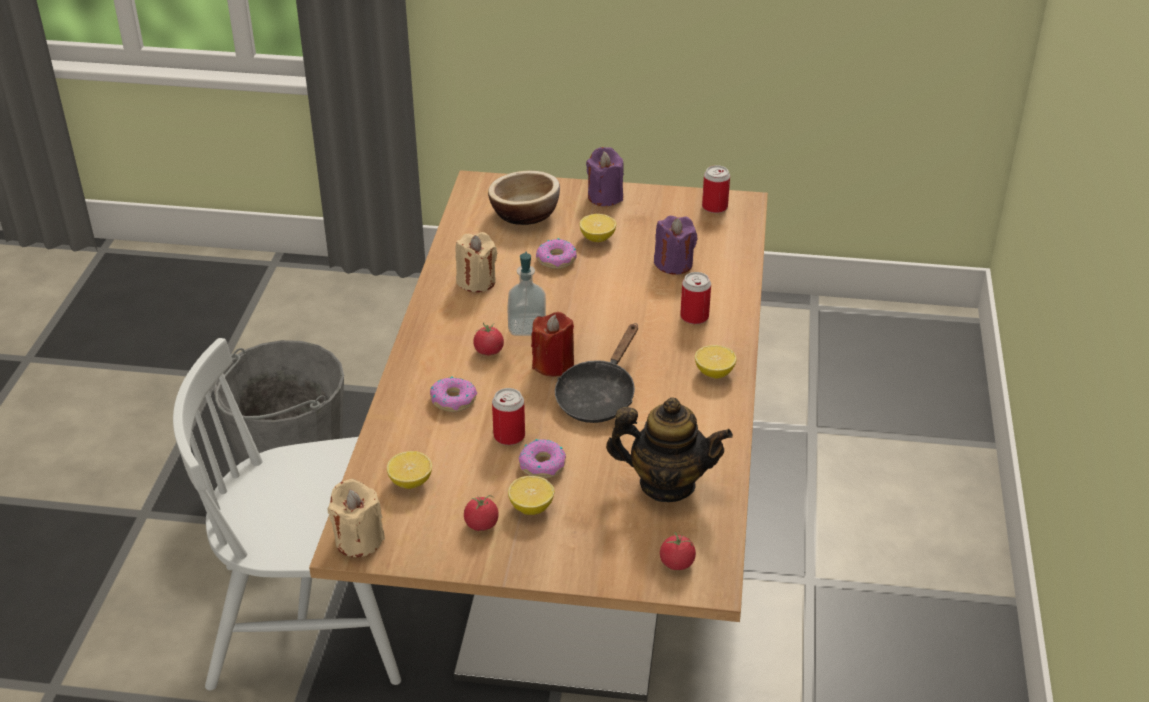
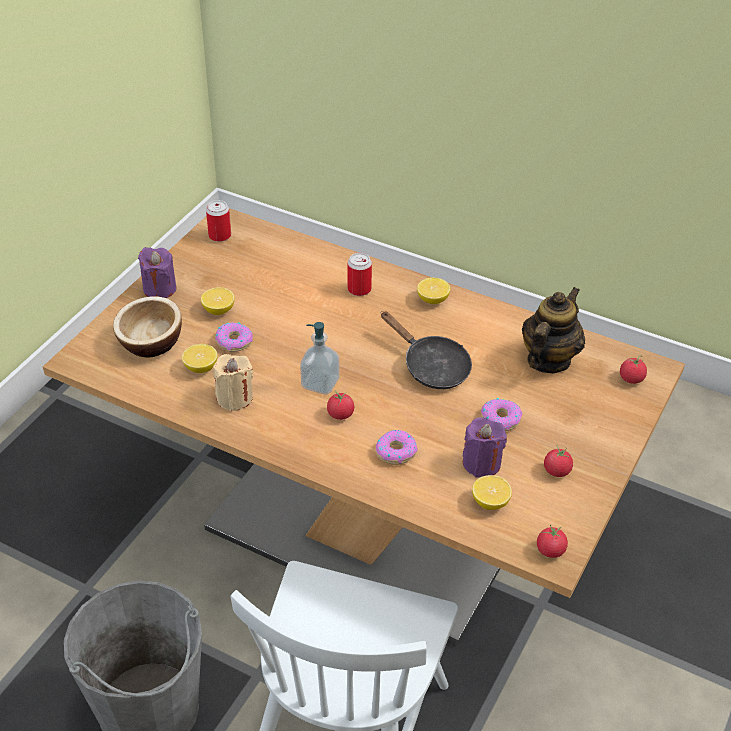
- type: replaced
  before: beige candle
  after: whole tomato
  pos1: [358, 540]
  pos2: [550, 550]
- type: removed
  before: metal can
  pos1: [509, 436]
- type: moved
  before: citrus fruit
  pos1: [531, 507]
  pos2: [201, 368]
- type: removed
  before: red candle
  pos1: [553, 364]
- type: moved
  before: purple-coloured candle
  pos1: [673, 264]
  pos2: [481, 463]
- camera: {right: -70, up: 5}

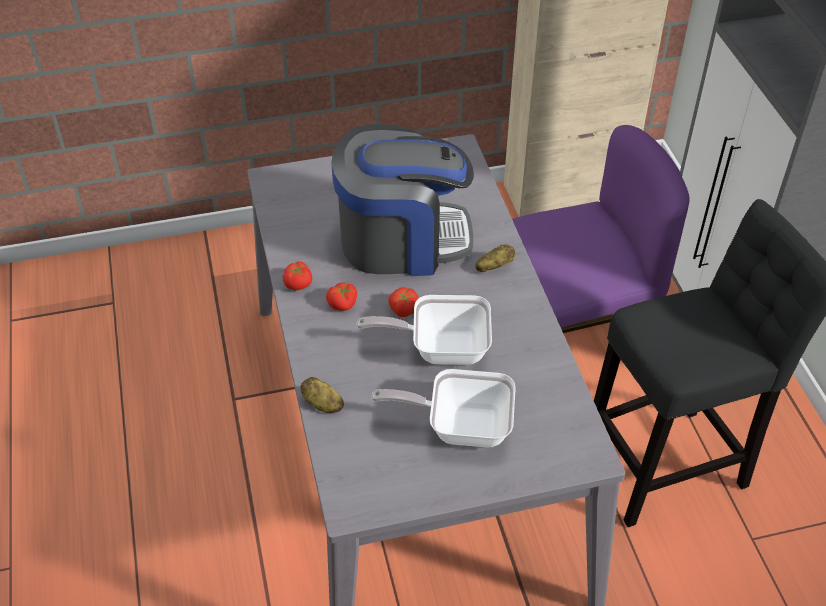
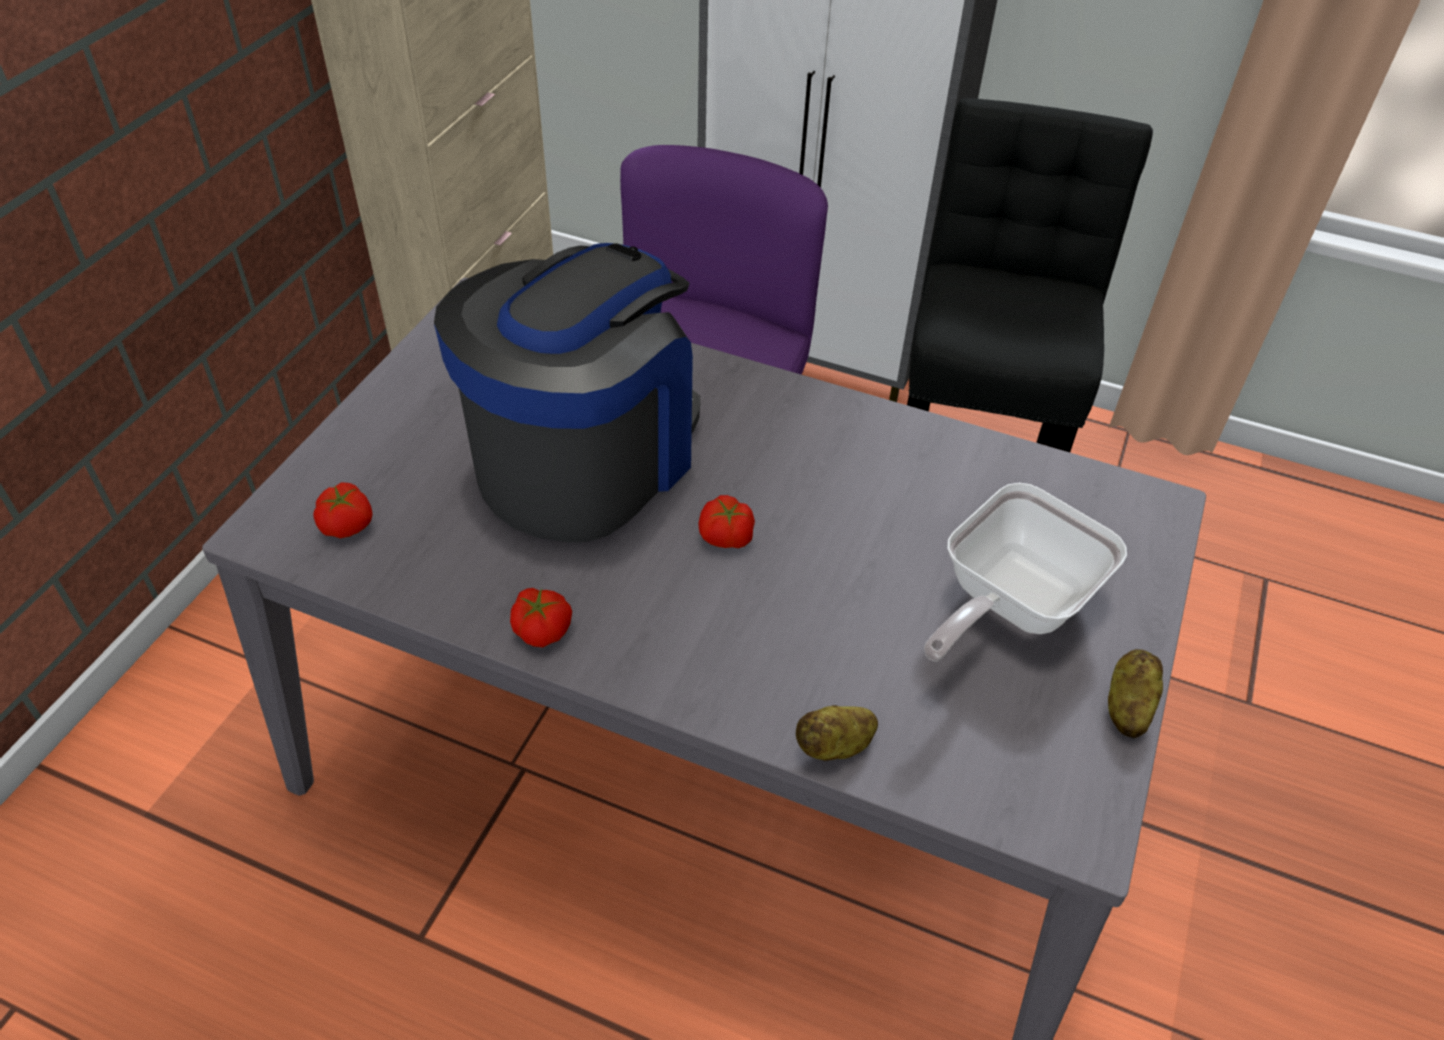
- type: moved
  before: whole tomato
  pos1: [343, 304]
  pos2: [348, 524]
- type: removed
  before: frying pan
  pos1: [441, 348]
- type: moved
  before: potato
  pos1: [494, 266]
  pos2: [1127, 706]
- camera: {right: -55, up: 0}

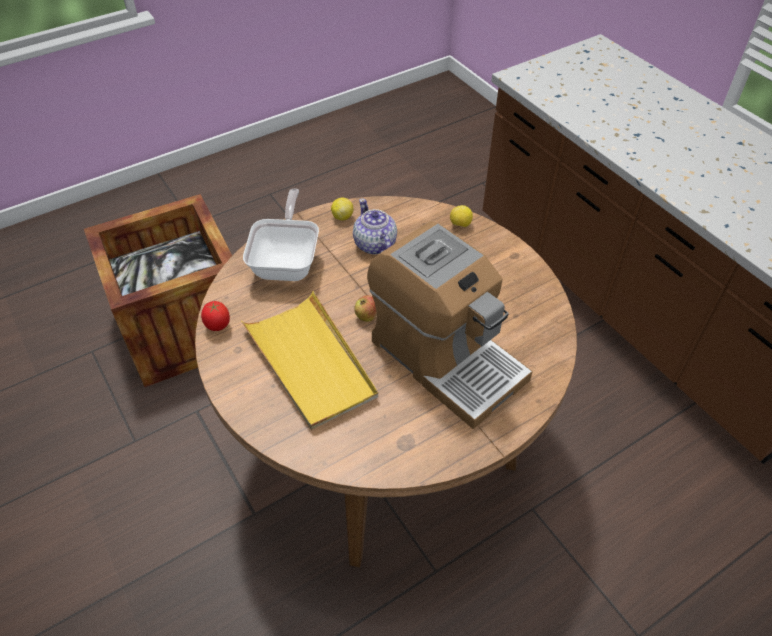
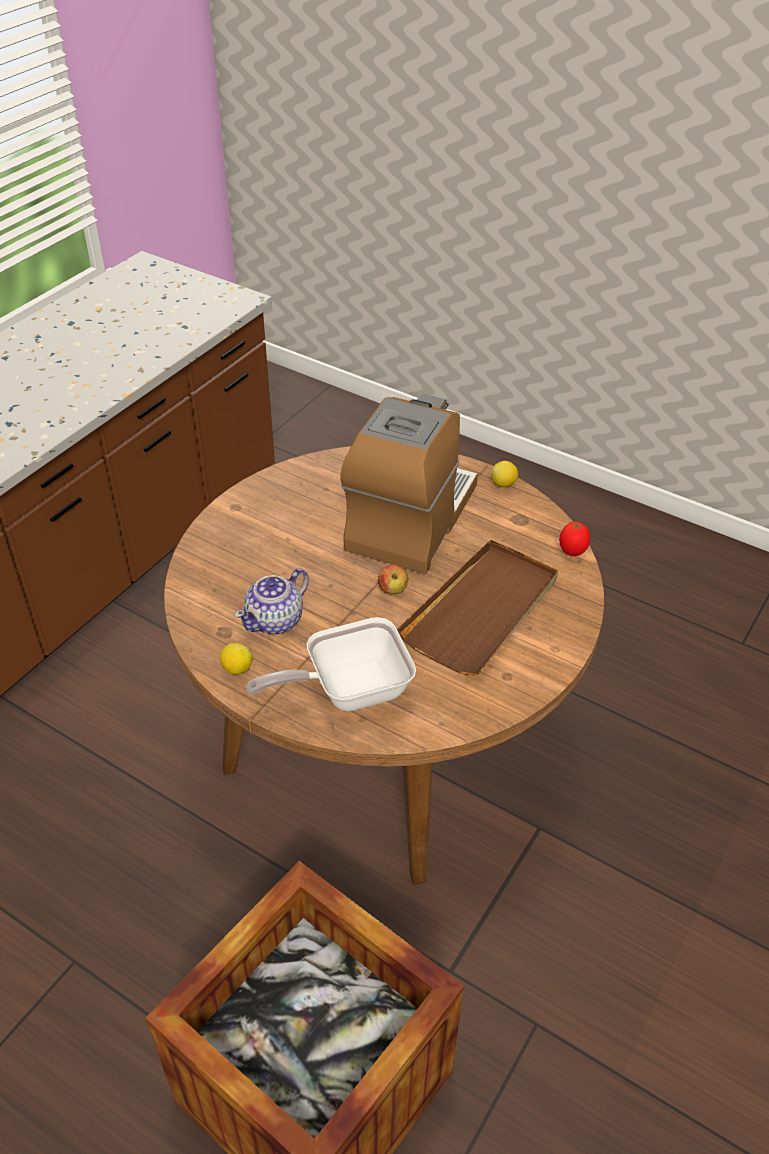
- type: moved
  before: whole tomato
  pos1: [218, 326]
  pos2: [572, 552]
- type: recoloured
  before: yellow tray
  after: brown-coloured tray
  pos1: [310, 362]
  pos2: [482, 610]
- type: moved
  before: citrus fruit
  pos1: [460, 225]
  pos2: [503, 484]
- camera: {right: -115, up: -5}

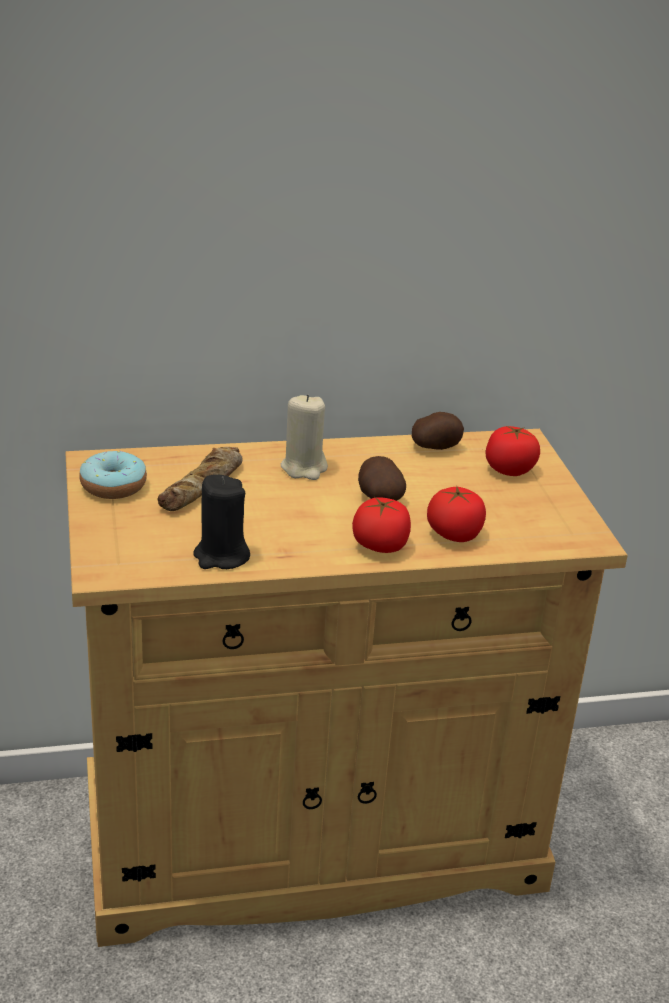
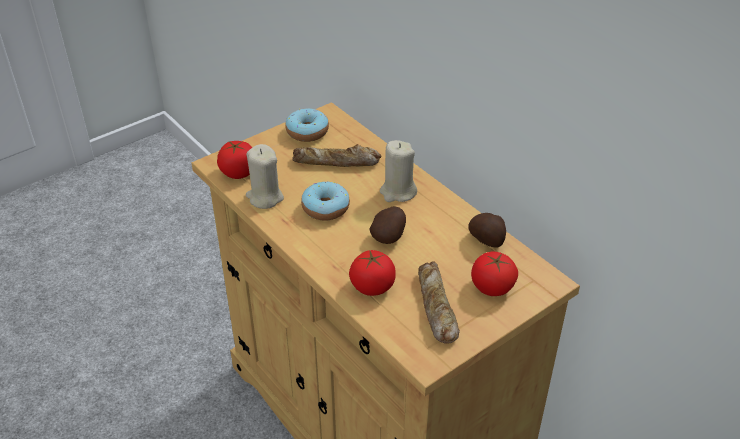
- type: recoloured
  before: black candle
  after: beige candle
  pos1: [221, 556]
  pos2: [265, 197]
- type: moved
  before: whole tomato
  pos1: [380, 546]
  pos2: [239, 172]
- type: added
  after: ring doughnut
  pos2: [325, 208]
- type: added
  after: baked bread
  pos2: [435, 307]
- camera: {right: 65, up: 10}

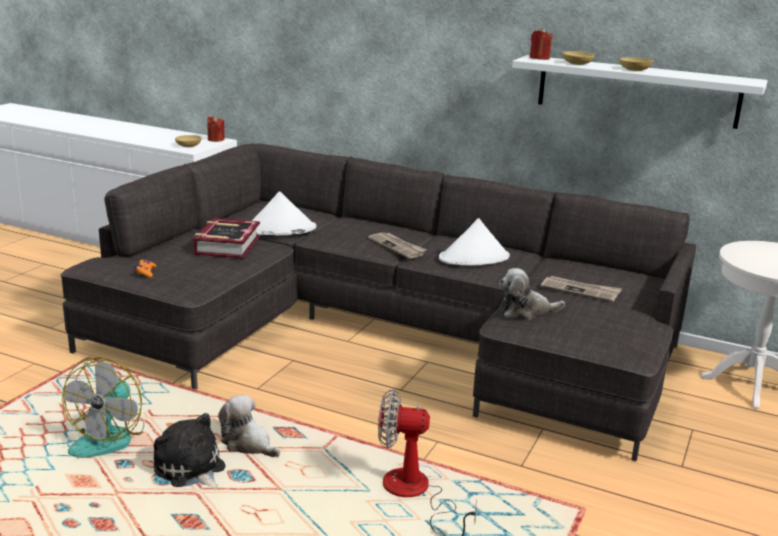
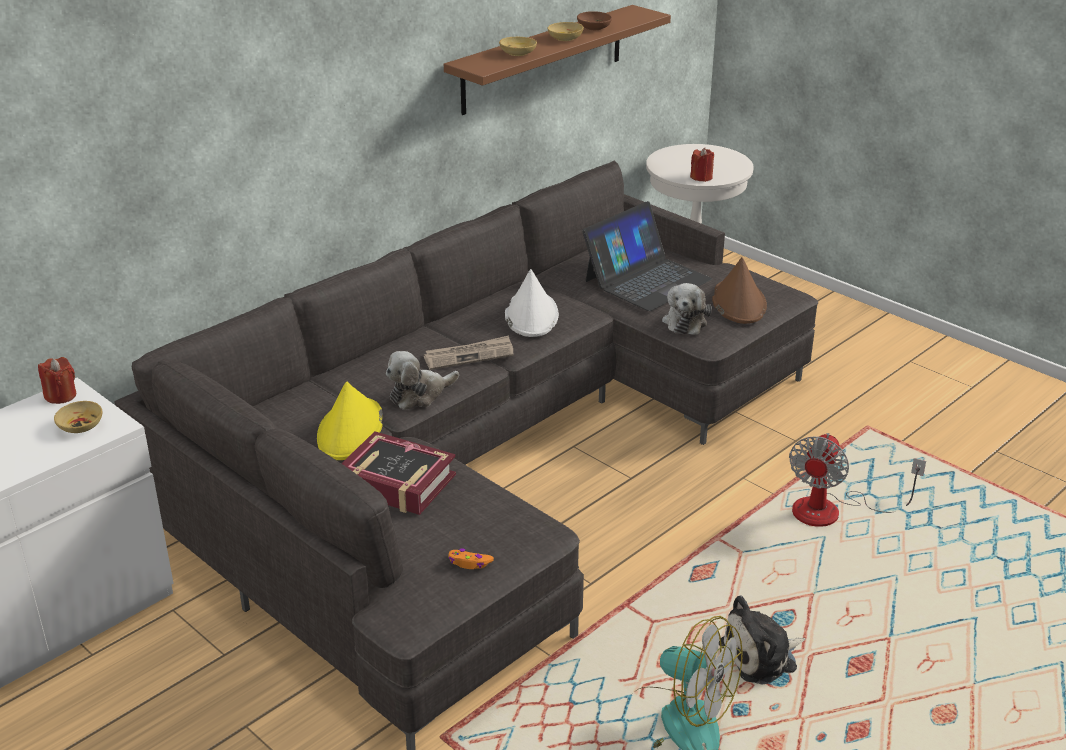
- type: moved
  before: soft toy
  pos1: [248, 444]
  pos2: [419, 394]
- type: recoloured
  before: white-coloured hat
  after: yellow hat
  pos1: [280, 229]
  pos2: [350, 431]
- type: recoloured
  before: white-coloured shelf
  after: brown-coloured shelf
  pos1: [637, 91]
  pos2: [543, 59]
- type: moved
  before: red candle
  pos1: [539, 58]
  pos2: [701, 177]
- type: replaced
  before: printed paper
  after: laptop
  pos1: [580, 290]
  pos2: [646, 280]
- type: added
  after: brown-coloured serving bowl
  pos2: [594, 27]
- type: added
  after: brown-coloured hat
  pos2: [738, 303]
- camera: {right: -70, up: 10}

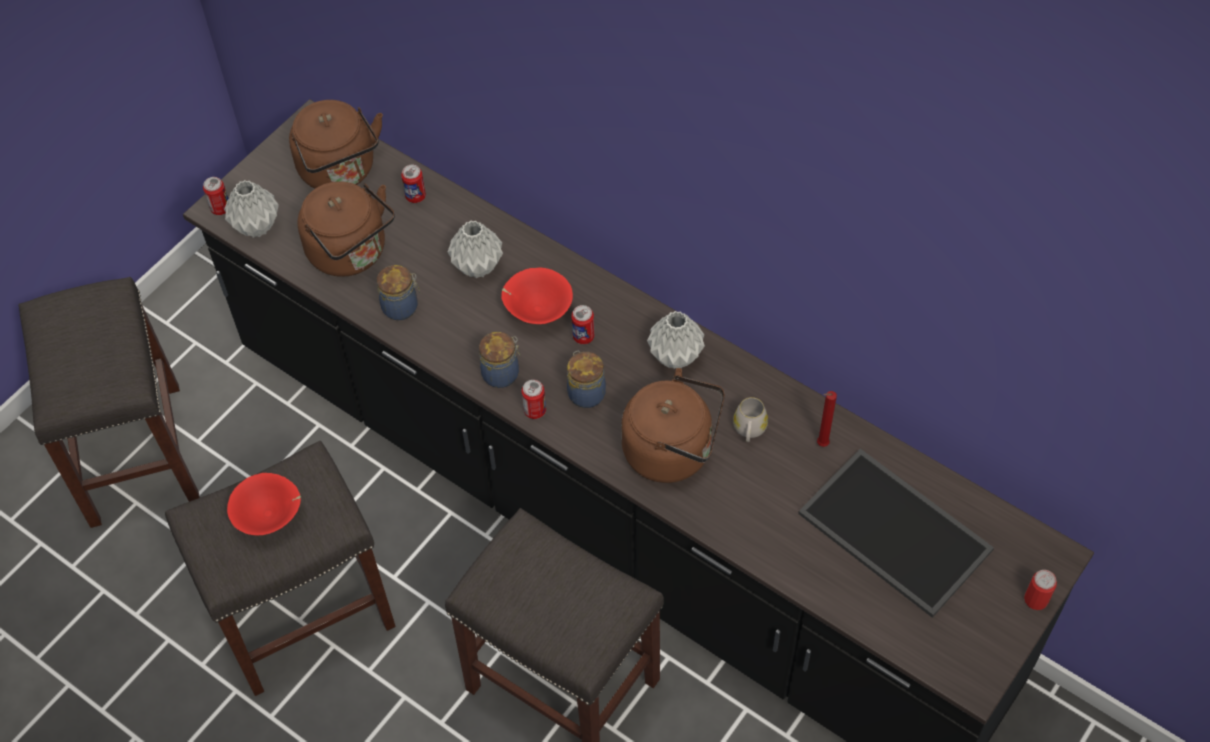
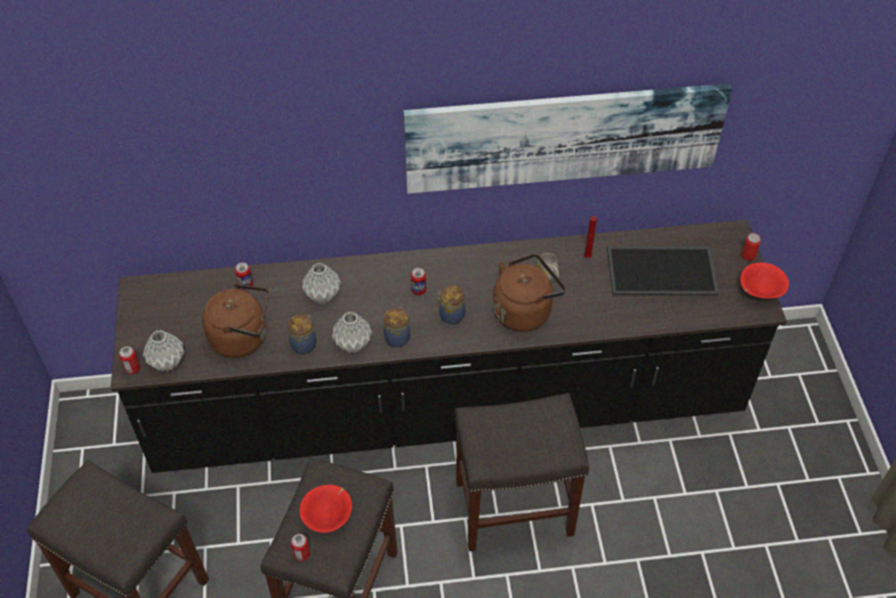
- type: removed
  before: brown-coloured kettle
  pos1: [340, 172]
- type: moved
  before: red serving bowl
  pos1: [537, 310]
  pos2: [759, 292]
- type: moved
  before: metal can
  pos1: [535, 410]
  pos2: [302, 554]
- type: moved
  before: greyish flower vase
  pos1: [676, 356]
  pos2: [353, 344]
- type: added
  after: wall art
  pos2: [564, 137]
- camera: {right: -45, up: -5}

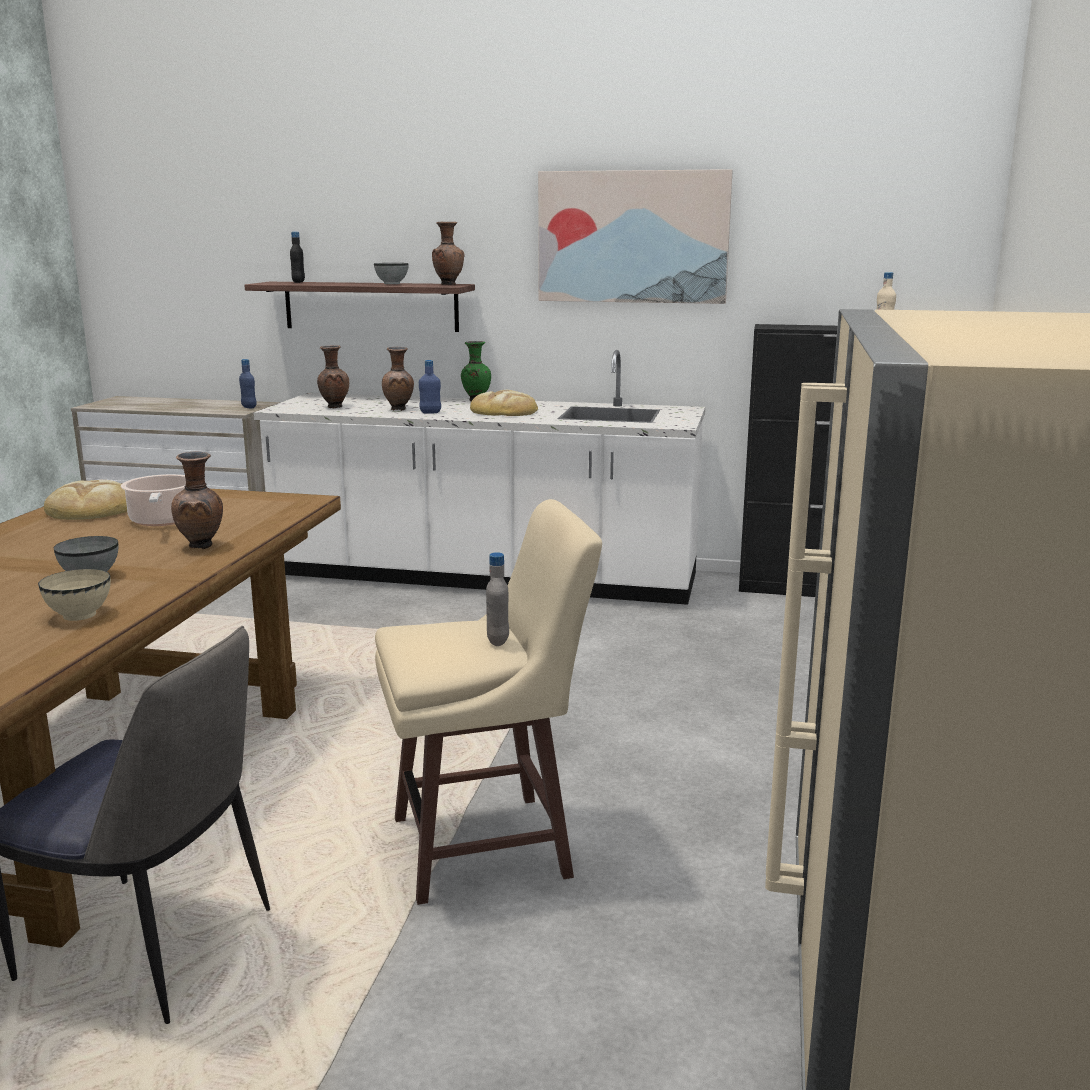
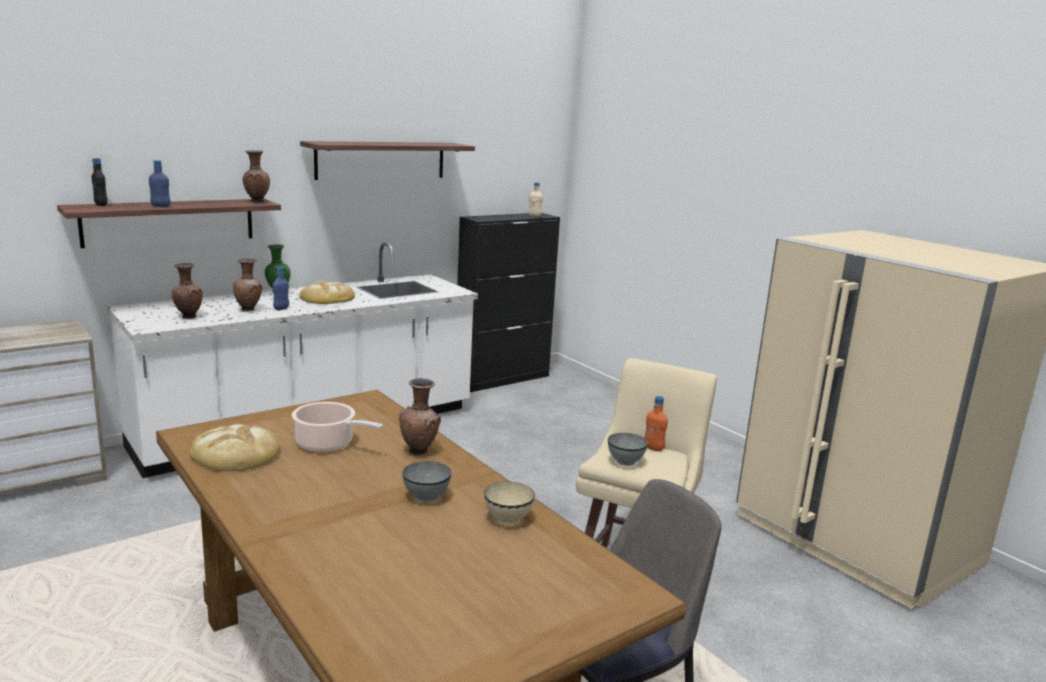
- type: moved
  before: blue bottle
  pos1: [249, 407]
  pos2: [160, 206]
- type: moved
  before: greyish serving bowl
  pos1: [392, 283]
  pos2: [625, 461]
- type: recoloured
  before: greyish bottle
  after: orange-coloured bottle
  pos1: [498, 641]
  pos2: [653, 448]
- type: replaced
  before: wall art
  after: shelf
  pos1: [633, 237]
  pos2: [381, 160]
- camera: {right: -50, up: 0}

